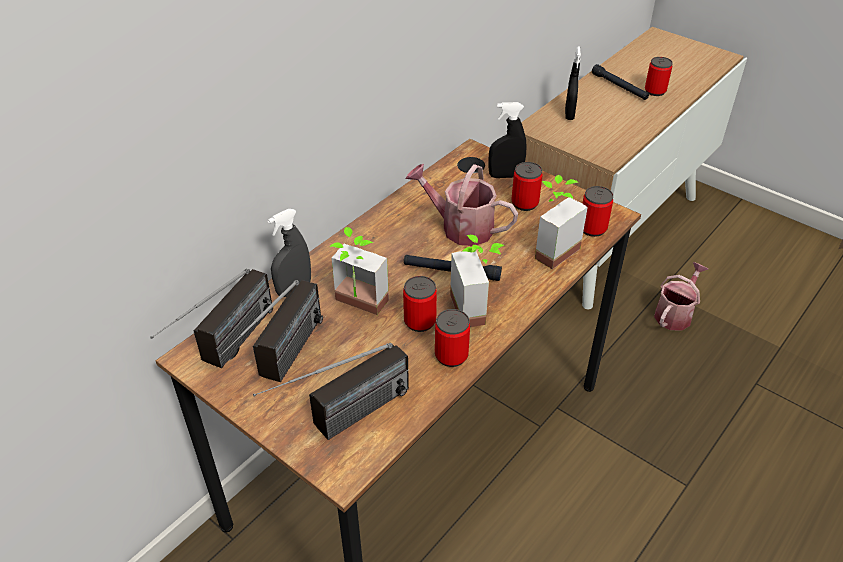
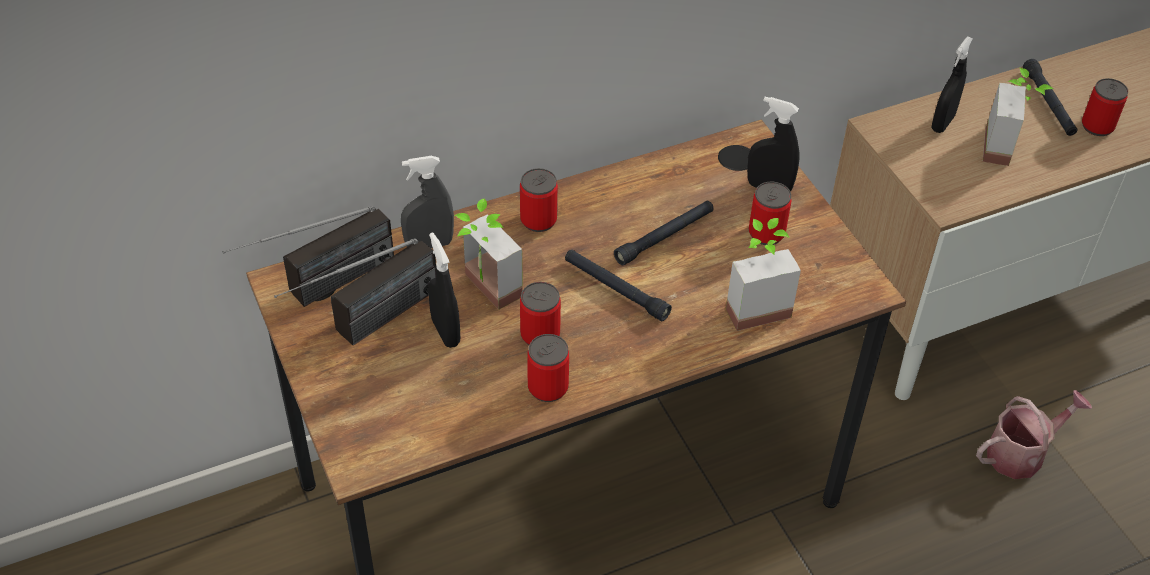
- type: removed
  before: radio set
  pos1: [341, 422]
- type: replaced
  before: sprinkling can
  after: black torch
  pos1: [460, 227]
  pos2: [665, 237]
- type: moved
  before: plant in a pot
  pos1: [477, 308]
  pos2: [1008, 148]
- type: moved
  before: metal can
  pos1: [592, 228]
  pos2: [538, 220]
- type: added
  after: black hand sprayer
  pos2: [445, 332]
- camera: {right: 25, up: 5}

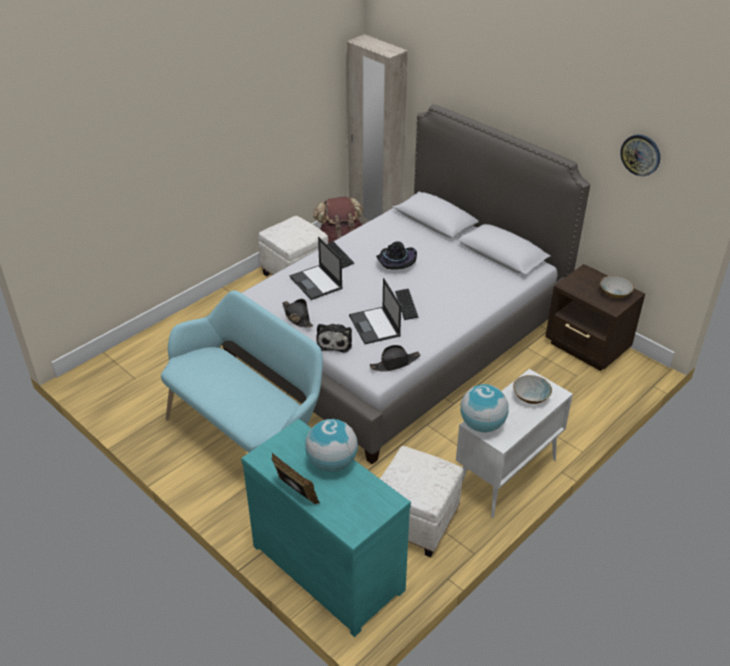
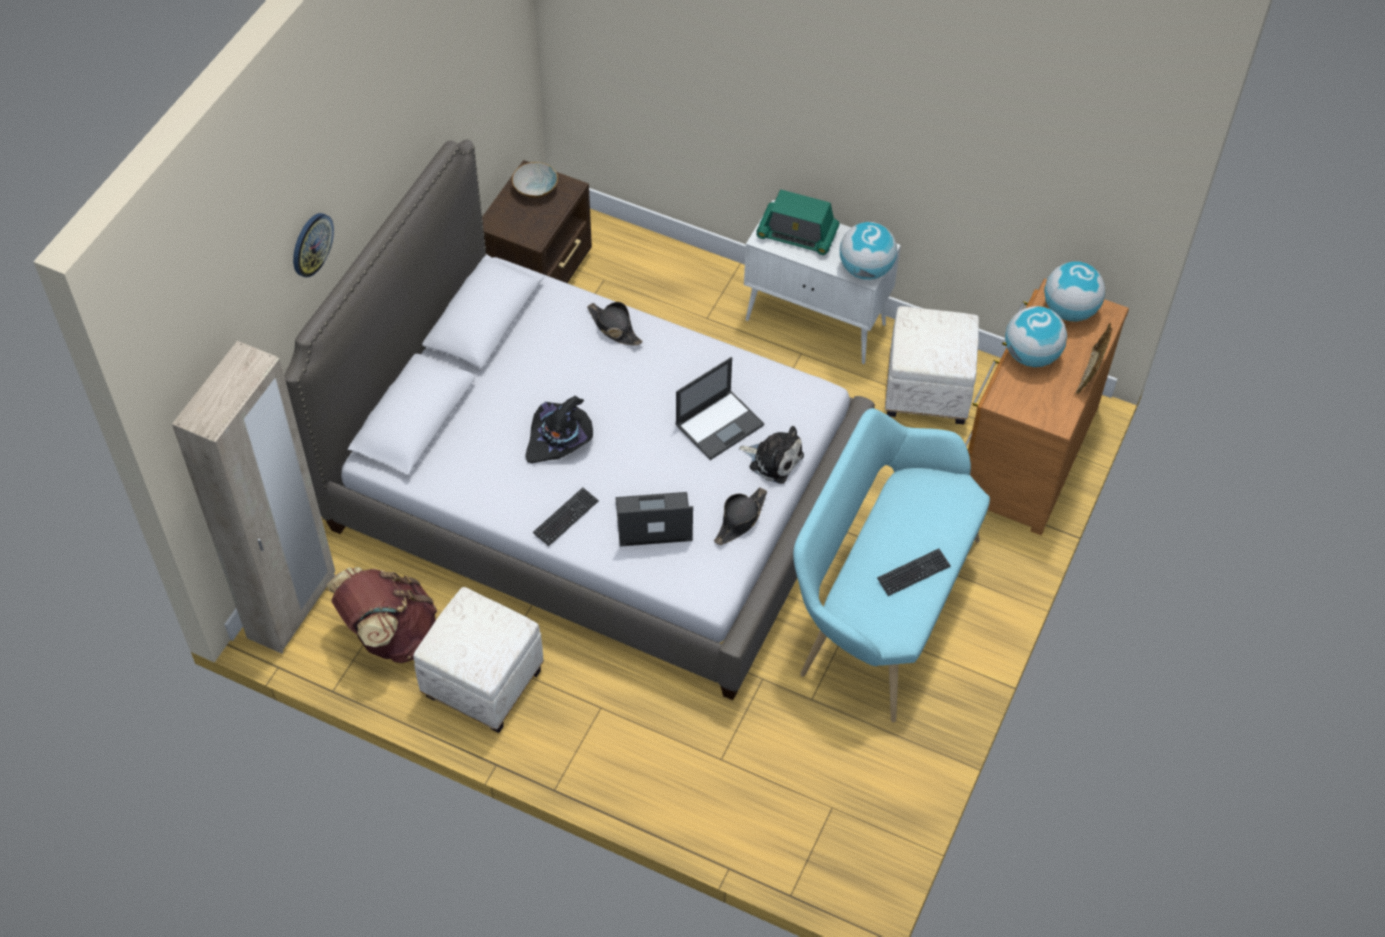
- type: recoloured
  before: turquoise drawer chest
  after: brown-coloured drawer chest
  pos1: [330, 564]
  pos2: [1025, 454]
- type: turned
  before: laptop
  pos1: [316, 283]
  pos2: [652, 520]
  turn: -135
- type: turned
  before: soft toy
  pos1: [335, 342]
  pos2: [773, 459]
  turn: 45
- type: moved
  before: black hat
  pos1: [395, 363]
  pos2: [614, 328]
- type: moved
  before: PC keyboard
  pos1: [406, 305]
  pos2: [913, 573]
- type: replaced
  before: serving bowl
  after: radio set
  pos1: [531, 397]
  pos2: [797, 234]
- type: moved
  before: wall clock
  pos1: [640, 154]
  pos2: [311, 244]
- type: added
  after: desk globe
  pos2: [1069, 310]
- camera: {right: -110, up: 15}

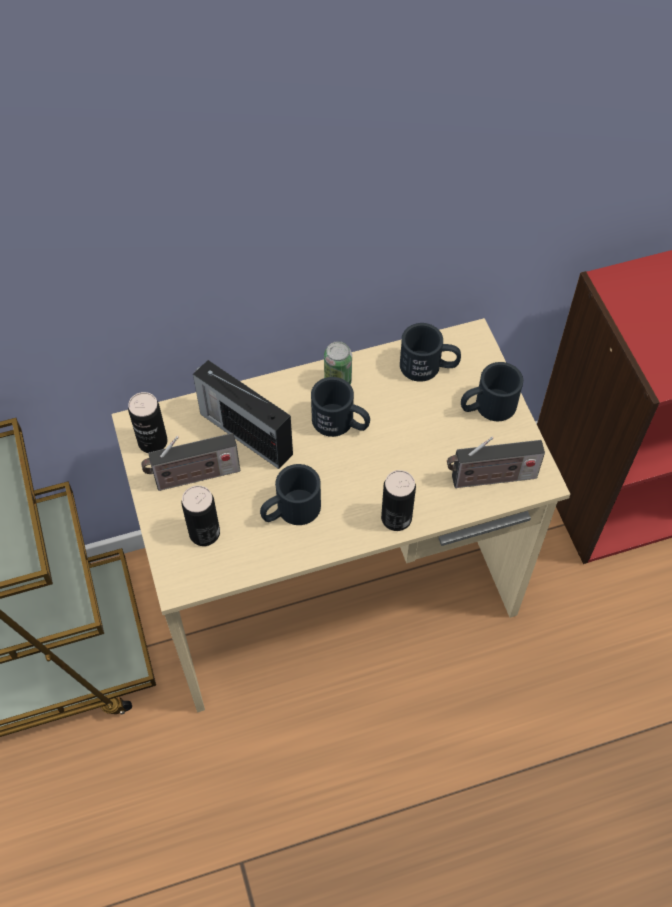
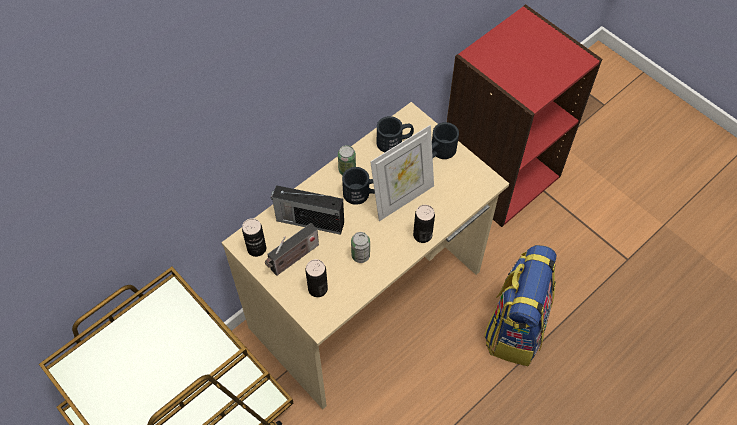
- type: replaced
  before: black mug
  after: metal can
  pos1: [290, 511]
  pos2: [360, 255]
- type: removed
  before: radio set
  pos1: [490, 478]
- type: added
  after: standing frame
  pos2: [402, 198]
- type: added
  after: knapsack
  pos2: [515, 327]
- camera: {right: -25, up: 0}

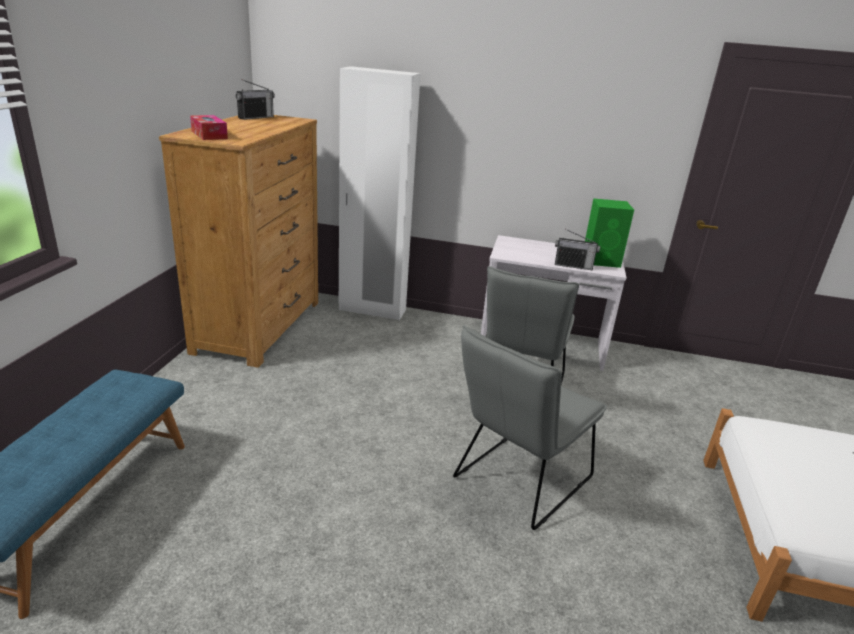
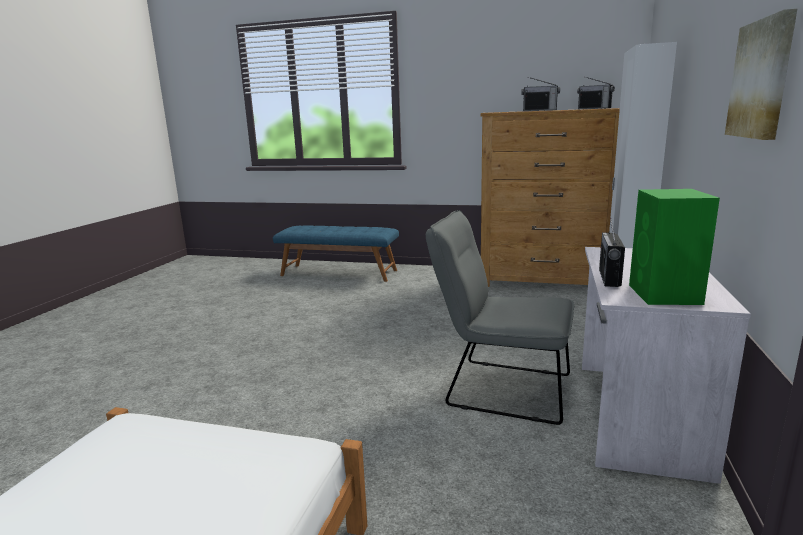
- type: removed
  before: tissue box
  pos1: [209, 135]
- type: removed
  before: greyish chair
  pos1: [517, 481]
- type: added
  after: radio set
  pos2: [539, 110]
- type: added
  after: wall art
  pos2: [762, 79]
- camera: {right: 95, up: -10}

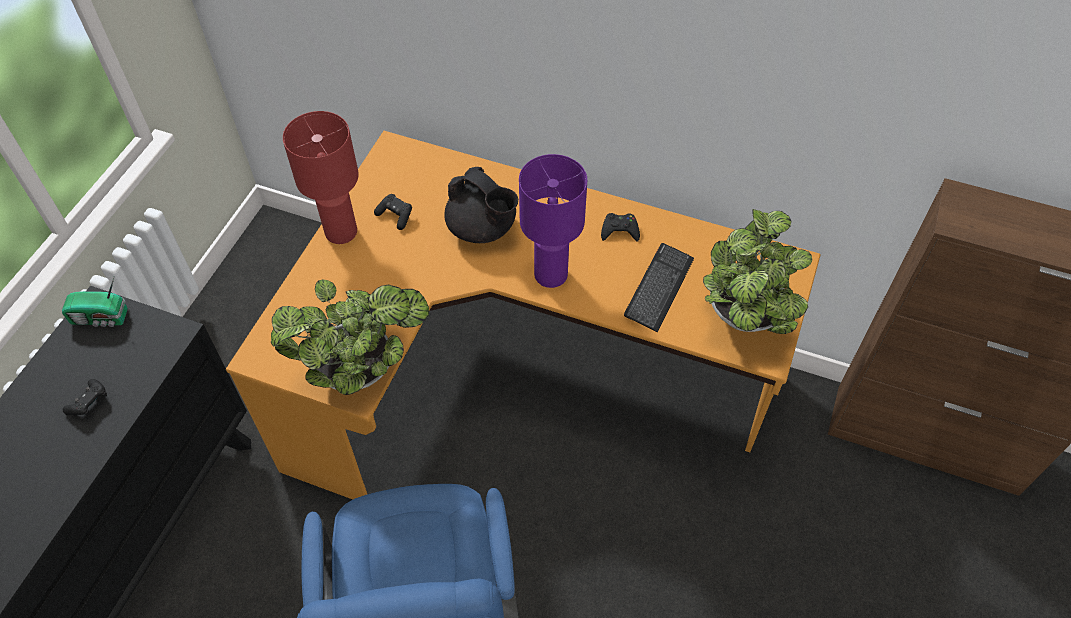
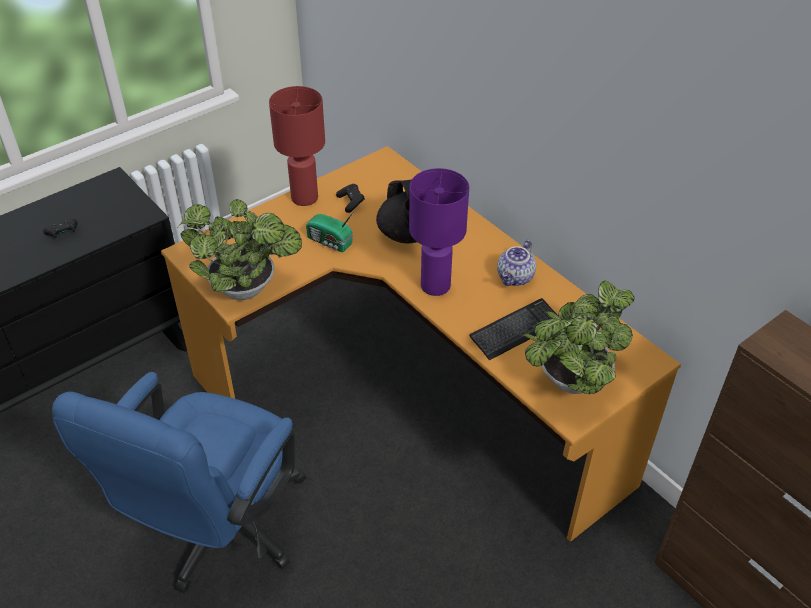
- type: moved
  before: radio set
  pos1: [101, 318]
  pos2: [330, 242]
- type: replaced
  before: black joypad
  after: pot for tea
  pos1: [620, 230]
  pos2: [516, 278]
- camera: {right: 30, up: -10}

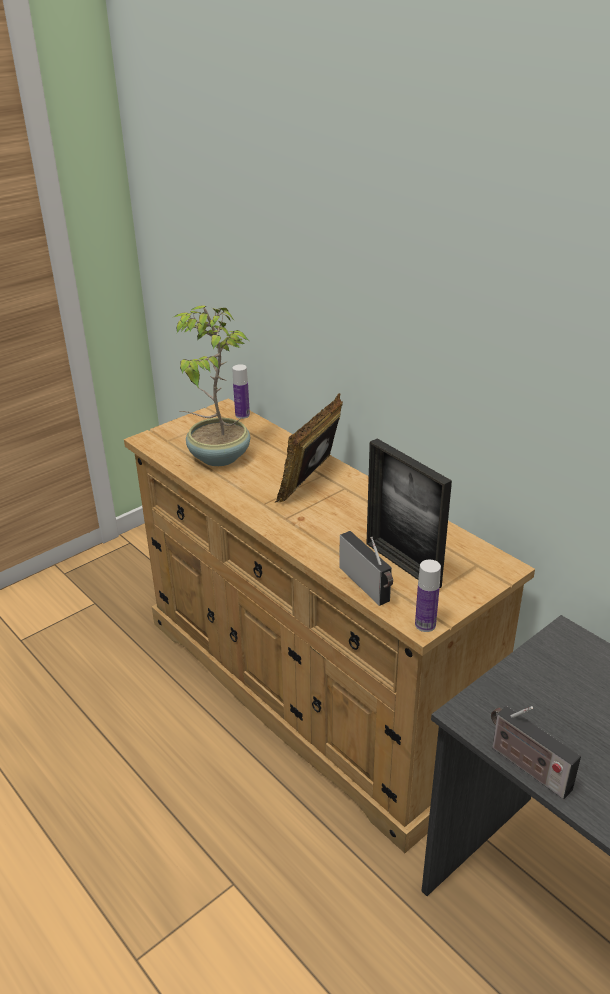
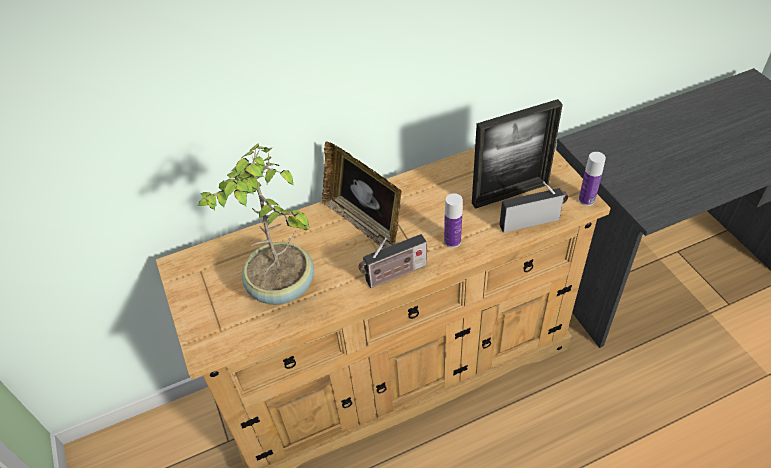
- type: moved
  before: bottle
  pos1: [242, 415]
  pos2: [452, 241]
- type: moved
  before: radio set
  pos1: [526, 766]
  pos2: [393, 274]
- camera: {right: -70, up: 15}

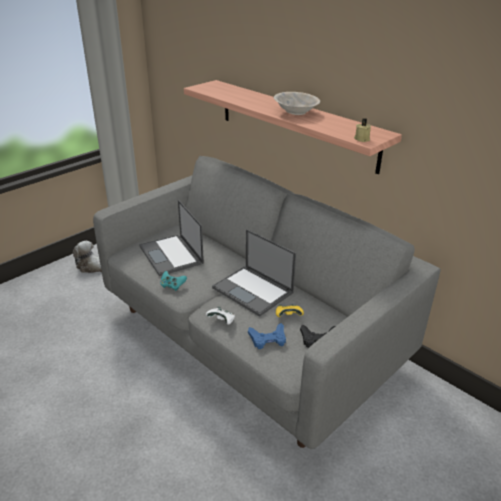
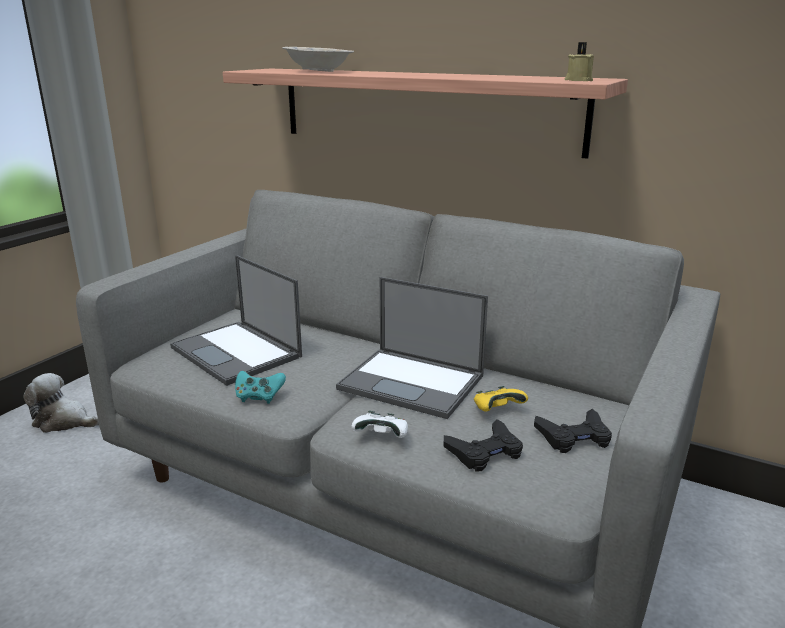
- type: recoloured
  before: blue joypad
  after: black joypad
  pos1: [268, 339]
  pos2: [485, 452]
- type: moved
  before: beige serving bowl
  pos1: [296, 112]
  pos2: [318, 71]
- camera: {right: -15, up: -10}

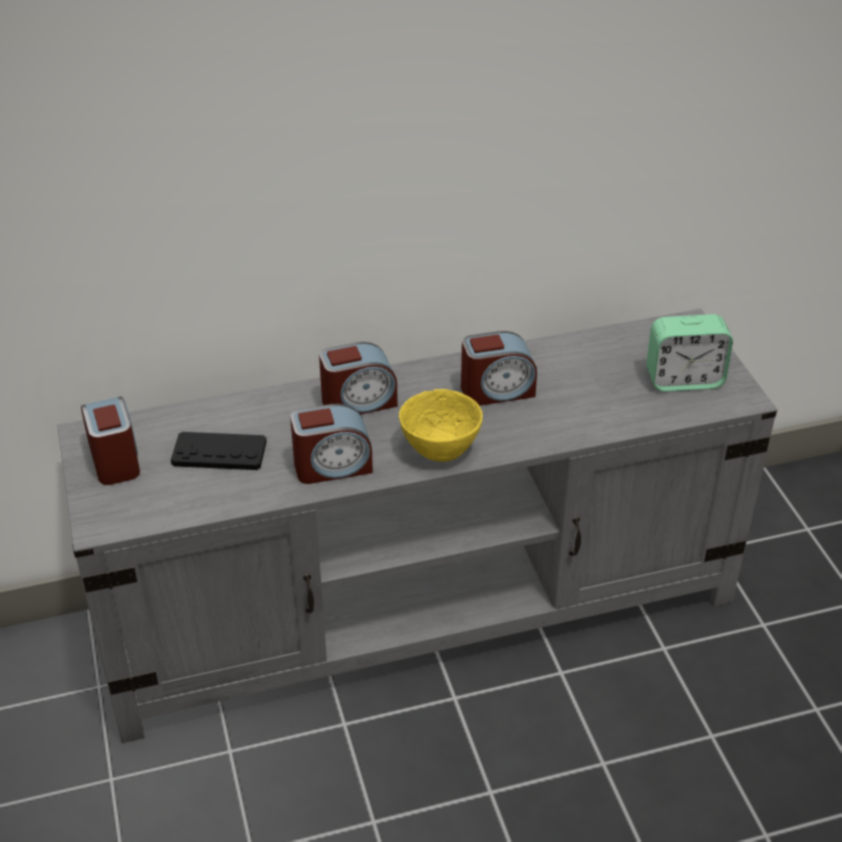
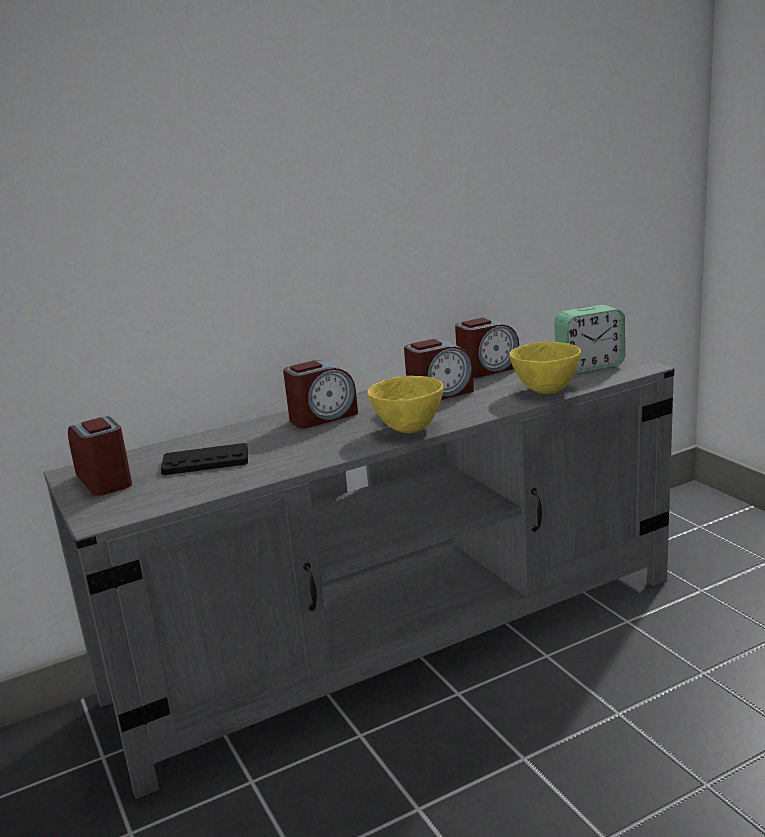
- type: moved
  before: alarm clock
  pos1: [332, 466]
  pos2: [487, 369]
- type: added
  after: yellow serving bowl
  pos2: [546, 390]
- camera: {right: -10, up: -20}

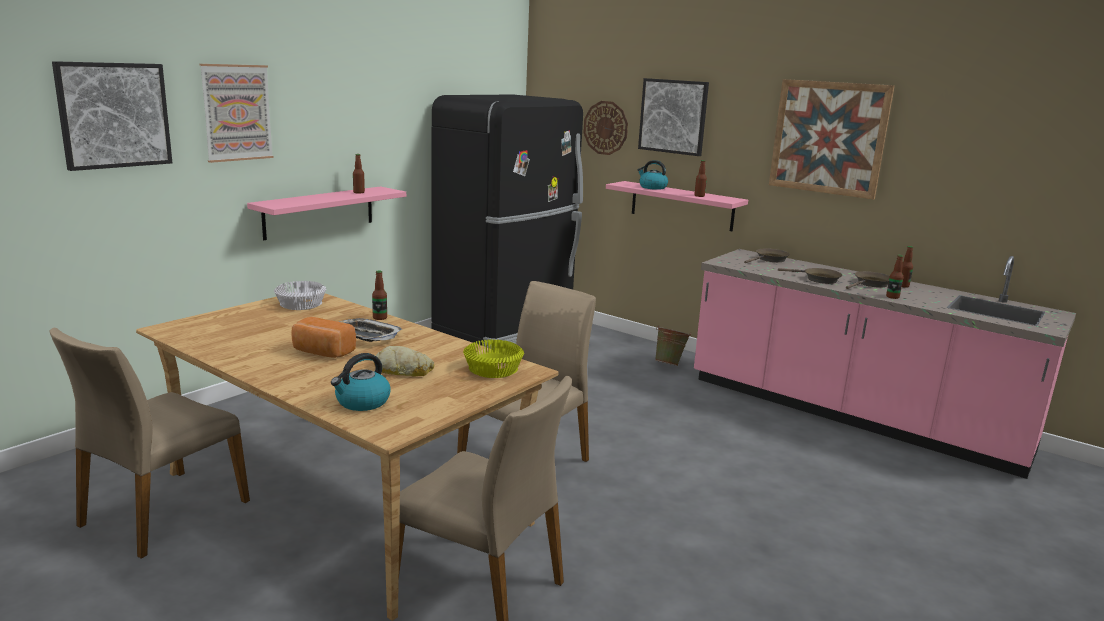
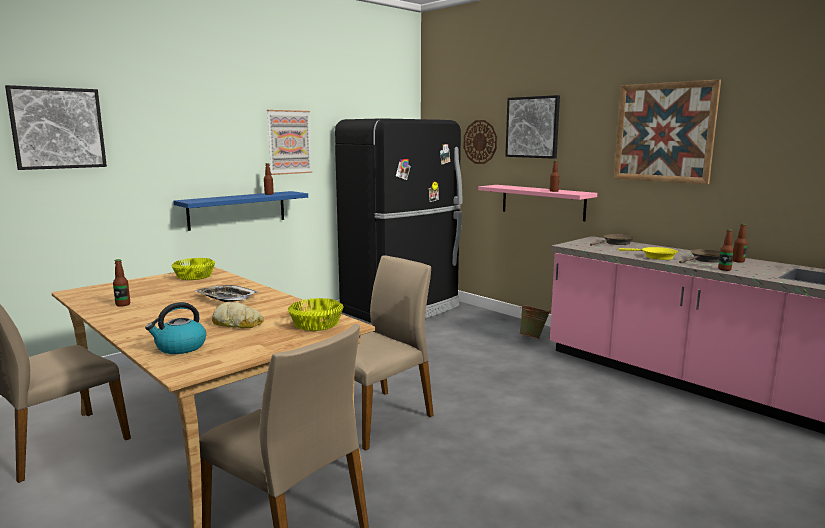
- type: moved
  before: wall art
  pos1: [236, 112]
  pos2: [289, 142]
- type: recoloured
  before: pink shelf
  after: blue shelf
  pos1: [319, 212]
  pos2: [237, 210]
- type: recoloured
  before: white-coloured serving bowl
  after: yellow serving bowl
  pos1: [302, 304]
  pos2: [195, 276]
- type: removed
  before: baked bread
  pos1: [322, 352]
- type: moved
  before: bottle
  pos1: [380, 318]
  pos2: [123, 304]
- type: removed
  before: kettle
  pos1: [652, 187]
- type: recoloured
  before: brown-coloured frying pan
  after: yellow frying pan
  pos1: [818, 279]
  pos2: [655, 256]
- camera: {right: 10, up: -5}

